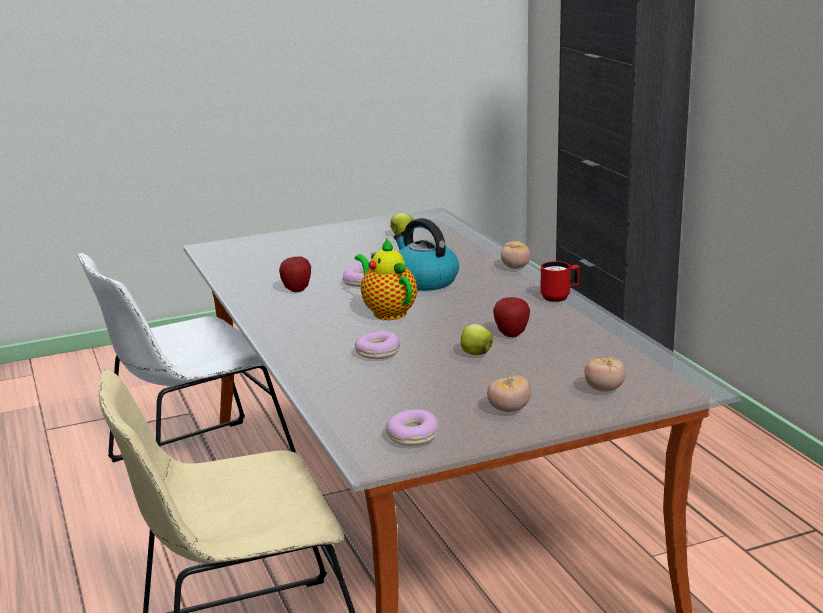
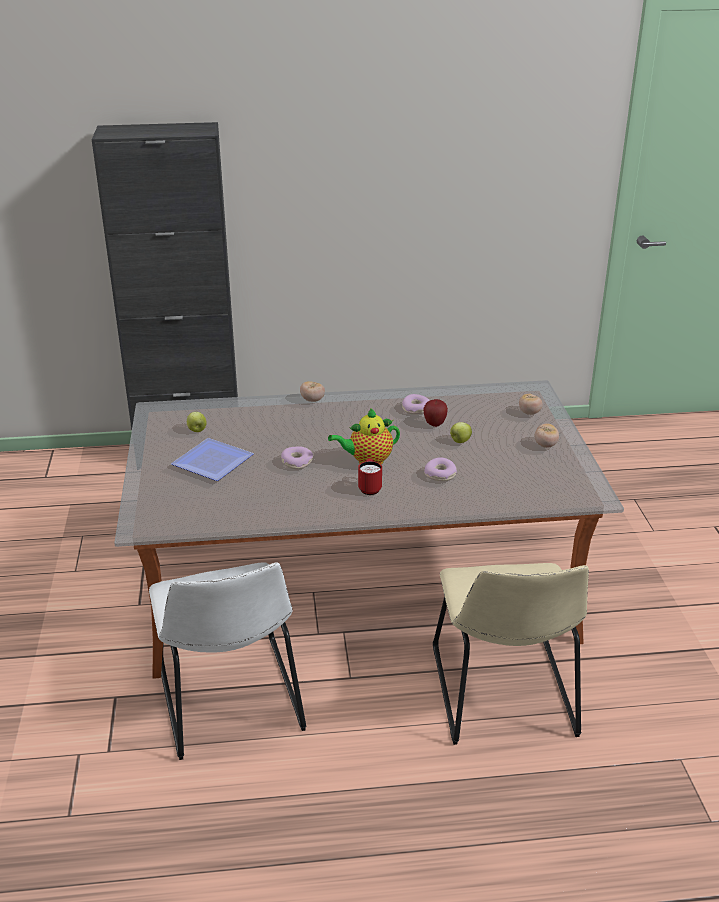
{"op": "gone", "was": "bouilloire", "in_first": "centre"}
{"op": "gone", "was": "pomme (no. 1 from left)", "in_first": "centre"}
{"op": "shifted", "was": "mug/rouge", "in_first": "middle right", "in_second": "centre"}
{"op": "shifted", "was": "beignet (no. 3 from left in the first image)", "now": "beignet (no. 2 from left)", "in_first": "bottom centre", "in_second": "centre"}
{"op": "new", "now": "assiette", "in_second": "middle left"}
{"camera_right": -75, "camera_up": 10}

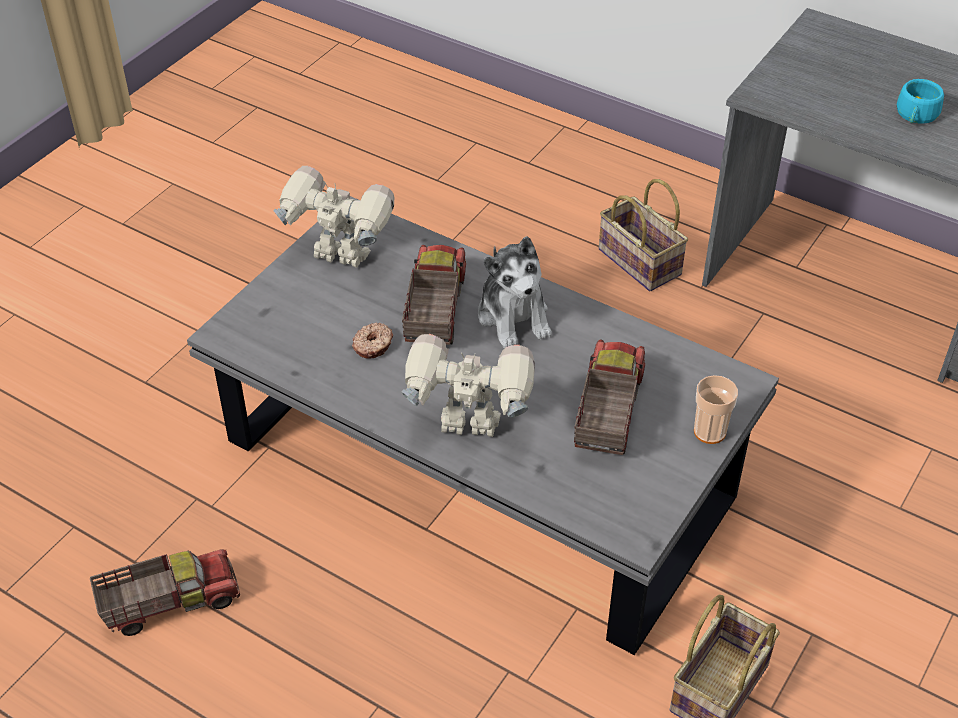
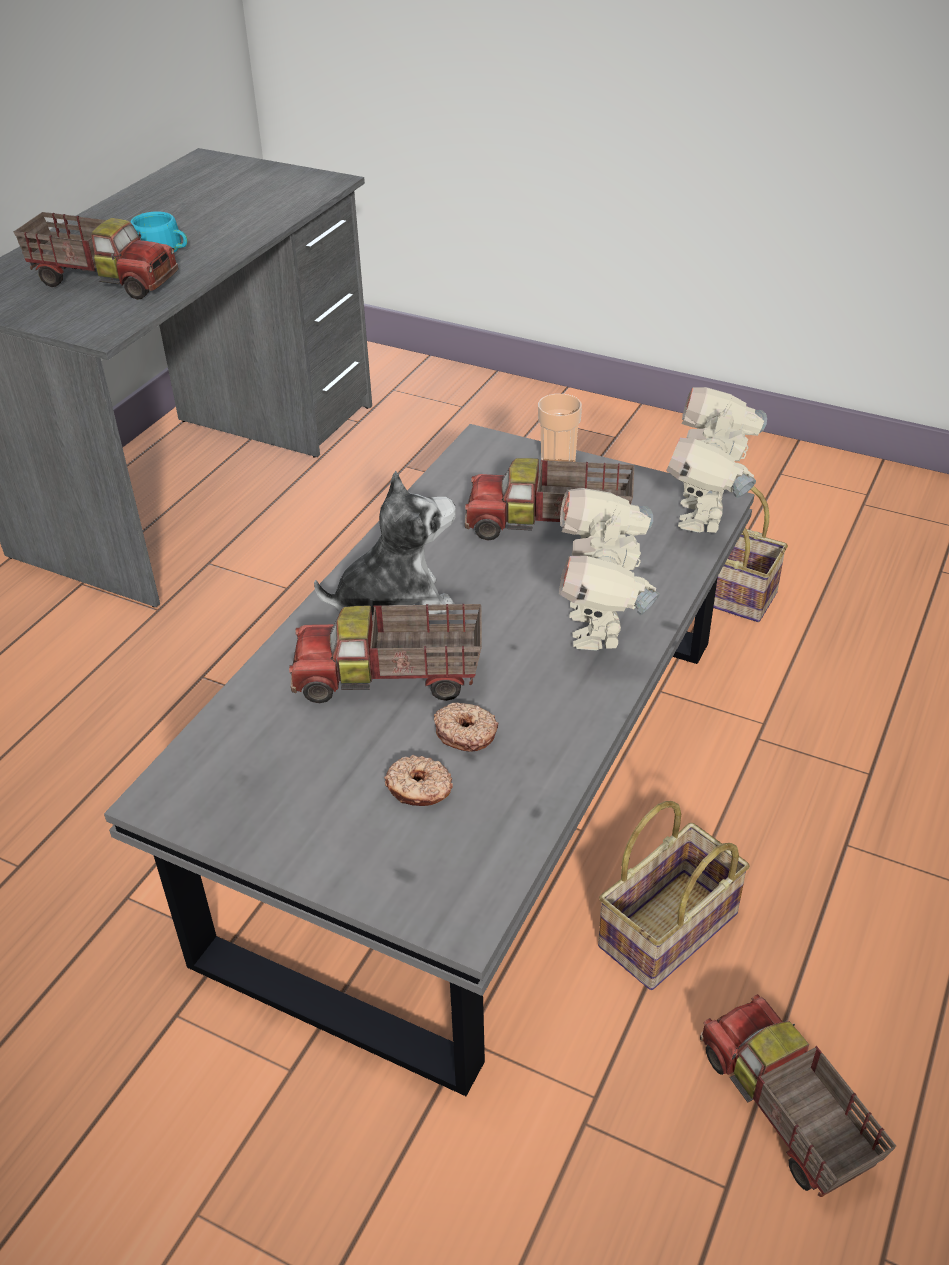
{"op": "shifted", "was": "robot jouet (no. 1 from left in the first image)", "now": "robot jouet (no. 2 from left)", "in_first": "top centre", "in_second": "middle right"}
{"op": "shifted", "was": "panier (no. 1 from left)", "in_first": "top right", "in_second": "bottom right"}
{"op": "new", "now": "camion jouet (no. 1 from left)", "in_second": "top left"}
{"op": "new", "now": "beignet (no. 1 from left)", "in_second": "centre"}
{"camera_right": -95, "camera_up": -5}

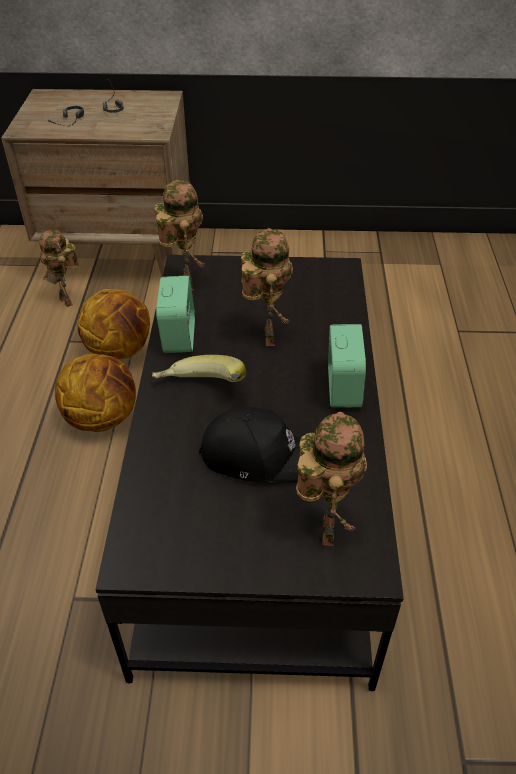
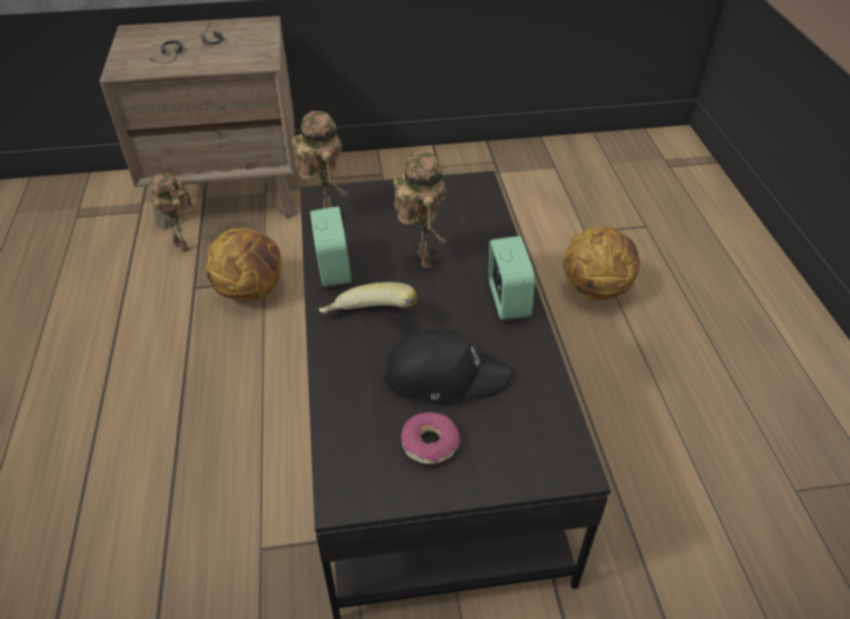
{"op": "shifted", "was": "ballon de basket (no. 1 from left in the first image)", "now": "ballon de basket (no. 2 from left)", "in_first": "middle left", "in_second": "middle right"}
{"op": "gone", "was": "robot jouet (no. 4 from left)", "in_first": "centre"}
{"op": "new", "now": "beignet", "in_second": "bottom centre"}
{"camera_right": -10, "camera_up": 0}

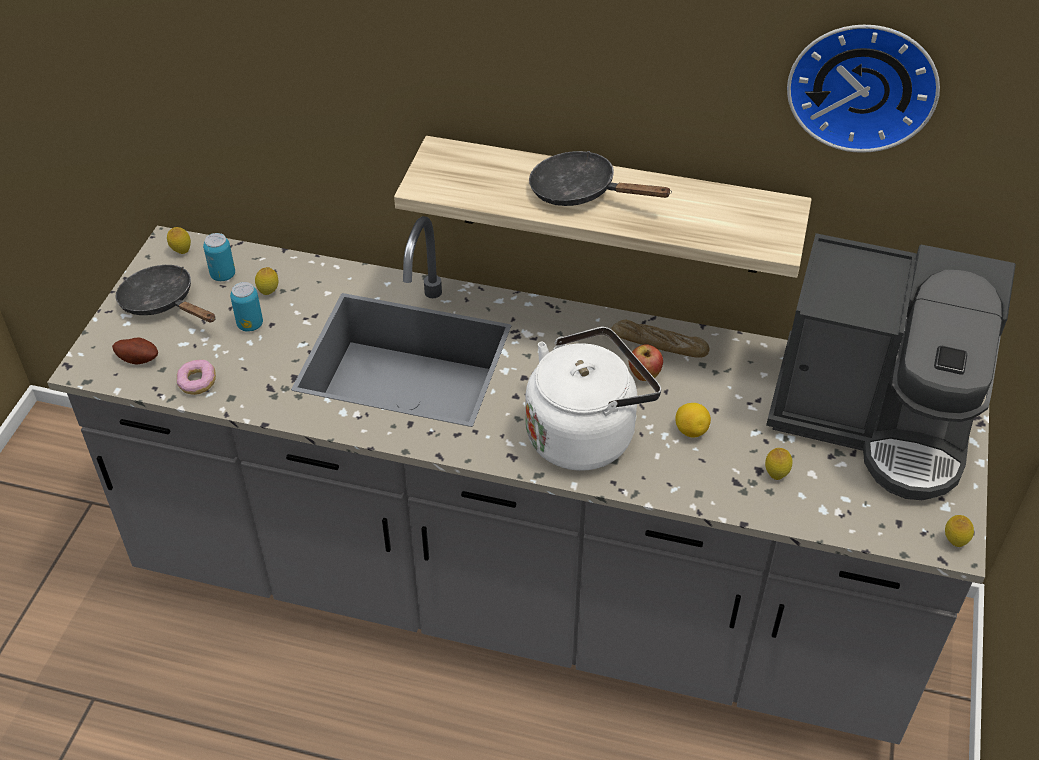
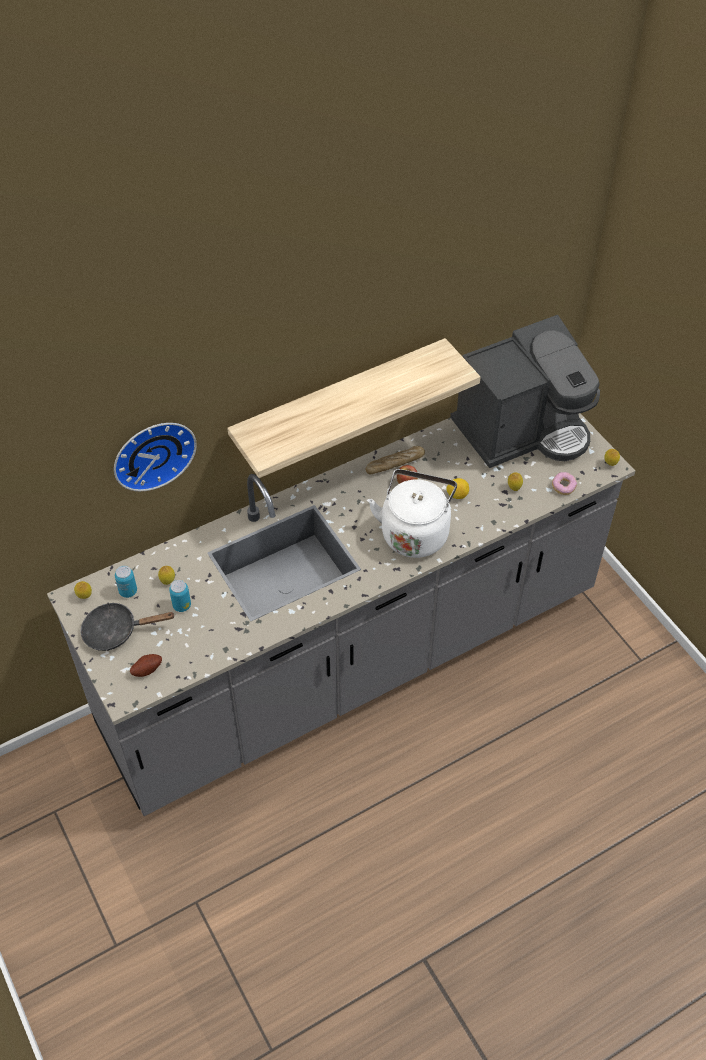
{"op": "shifted", "was": "horloge murale", "in_first": "top right", "in_second": "middle left"}
{"op": "gone", "was": "poêle/noir (no. 2 from left)", "in_first": "top centre"}
{"op": "shifted", "was": "beignet", "in_first": "middle left", "in_second": "middle right"}
{"camera_right": -45, "camera_up": 5}

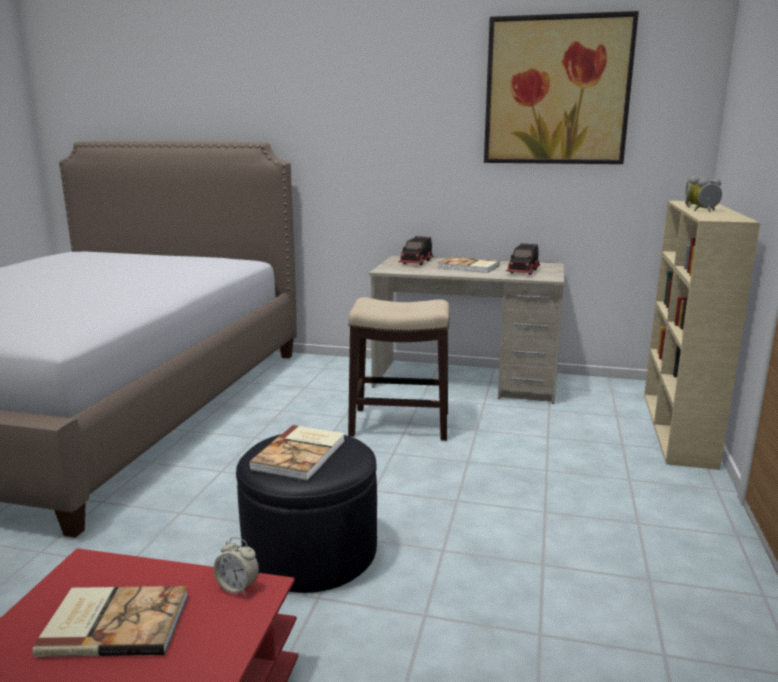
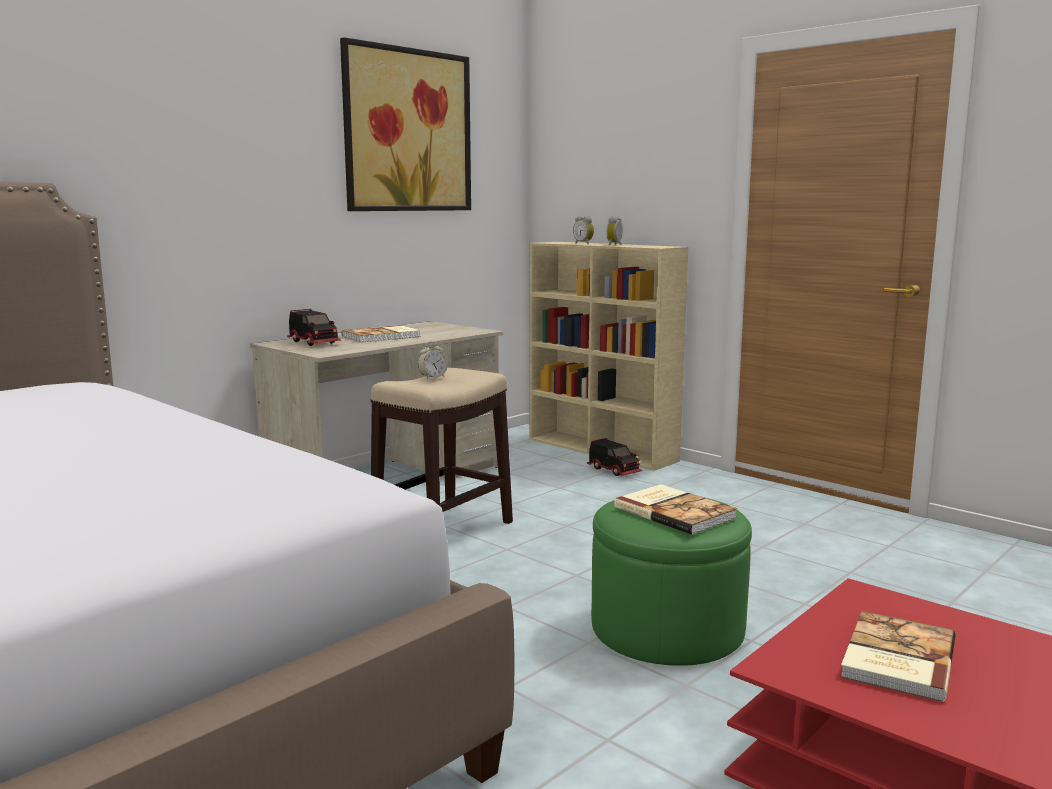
{"op": "shifted", "was": "camion jouet (no. 2 from left)", "in_first": "middle right", "in_second": "centre"}
{"op": "repainted", "was": "pouf/noir", "now": "pouf/vert", "in_first": "bottom centre", "in_second": "bottom centre"}
{"op": "shifted", "was": "réveil (no. 1 from left)", "in_first": "bottom left", "in_second": "centre"}
{"camera_right": -60, "camera_up": -5}

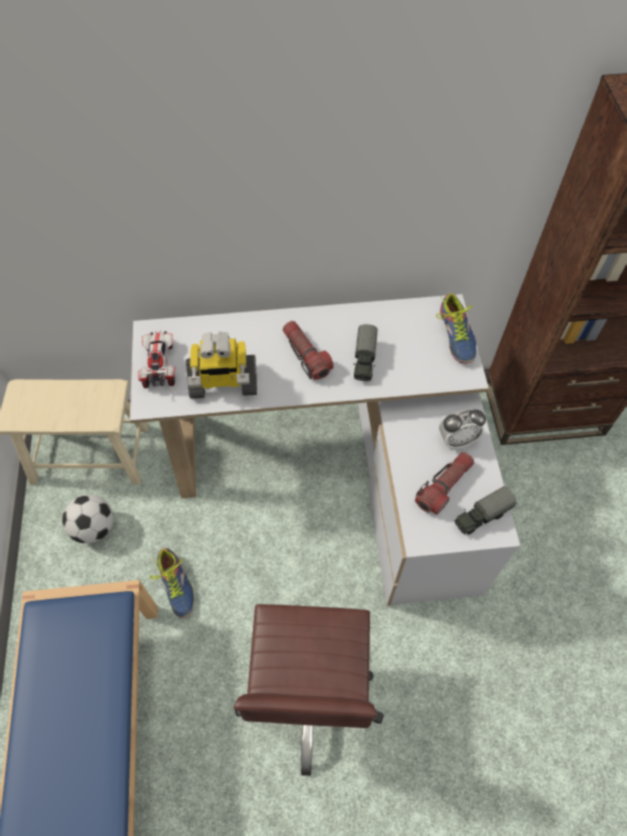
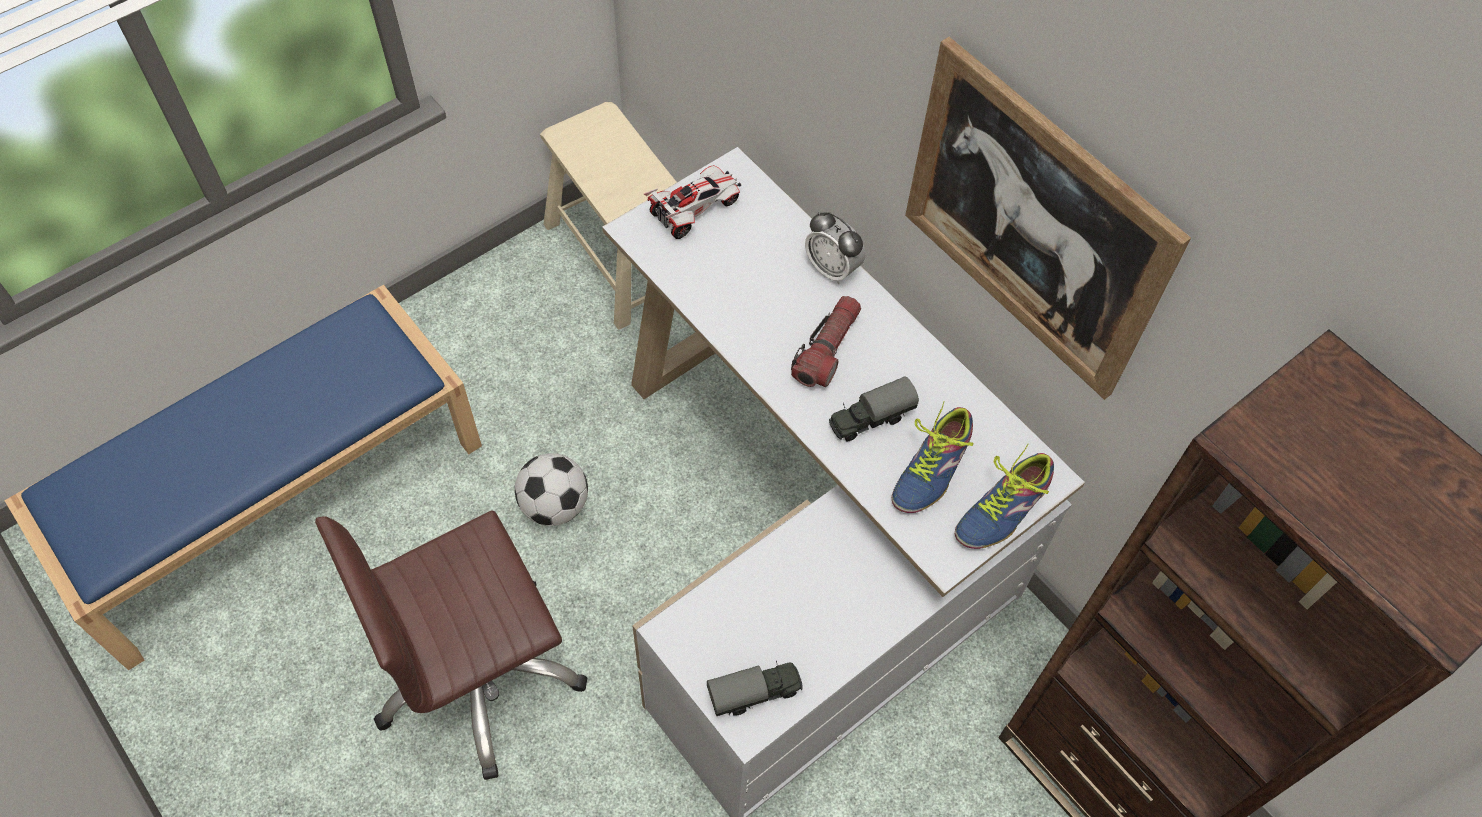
{"op": "gone", "was": "robot jouet", "in_first": "centre"}
{"op": "shifted", "was": "réveil", "in_first": "middle right", "in_second": "top centre"}
{"op": "gone", "was": "lampe de poche (no. 2 from left)", "in_first": "middle right"}
{"op": "rotated", "was": "camion jouet (no. 2 from left in the first image)", "in_first": "middle right", "in_second": "bottom centre", "clockwise": 135}
{"op": "shifted", "was": "ballon de foot", "in_first": "middle left", "in_second": "centre"}
{"op": "shifted", "was": "chaussure (no. 1 from left)", "in_first": "bottom left", "in_second": "centre"}
{"op": "new", "now": "tableau", "in_second": "top right"}
{"camera_right": 55, "camera_up": 0}

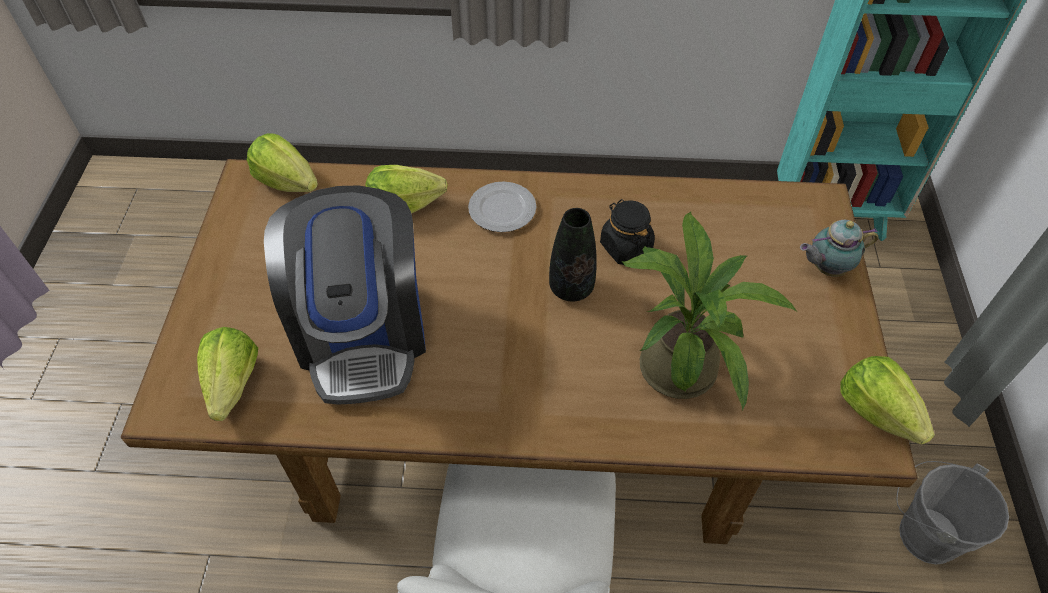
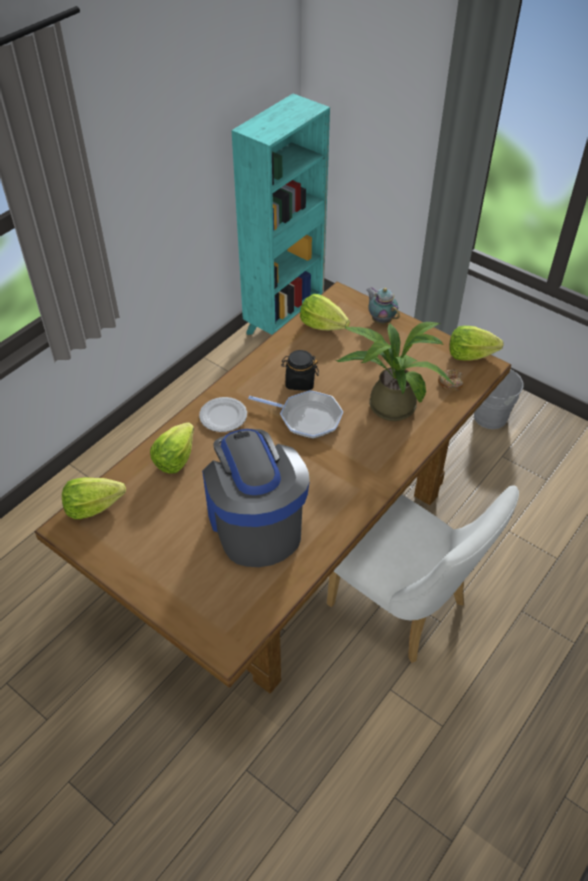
{"op": "rotated", "was": "machine à café", "in_first": "middle left", "in_second": "centre", "clockwise": -135}
{"op": "swapped", "was": "vase/noir", "now": "poêle", "in_first": "centre", "in_second": "centre"}
{"op": "rotated", "was": "théière", "in_first": "middle right", "in_second": "centre", "clockwise": 120}
{"op": "shifted", "was": "laitue (no. 1 from left in the first image)", "now": "laitue (no. 3 from left)", "in_first": "middle left", "in_second": "centre"}
{"op": "new", "now": "beignet", "in_second": "middle right"}
{"camera_right": -55, "camera_up": -5}

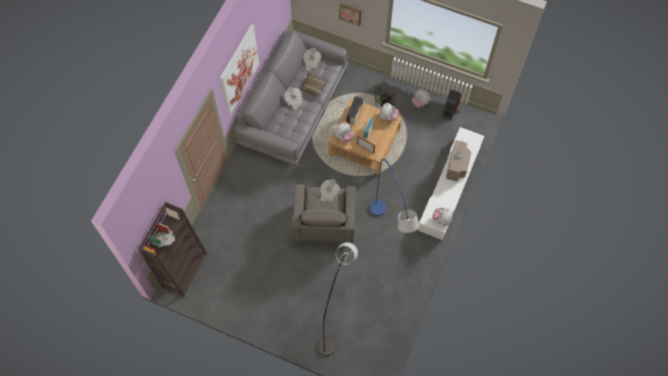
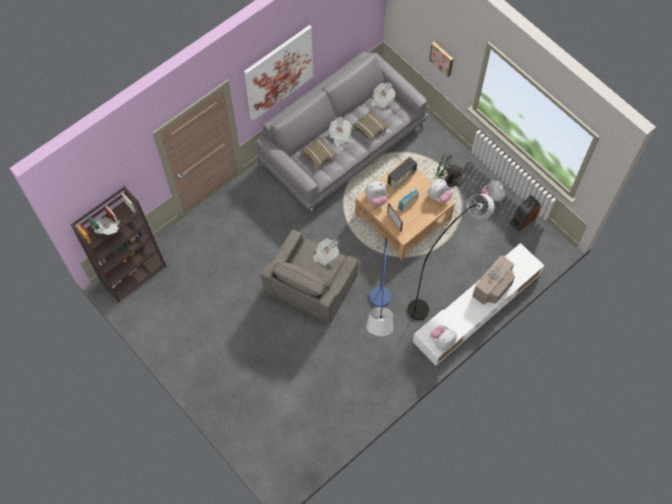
{"op": "shifted", "was": "lampadaire/gris", "in_first": "bottom centre", "in_second": "middle right"}
{"op": "new", "now": "coussin (no. 1 from left)", "in_second": "top centre"}
{"camera_right": 25, "camera_up": 0}

